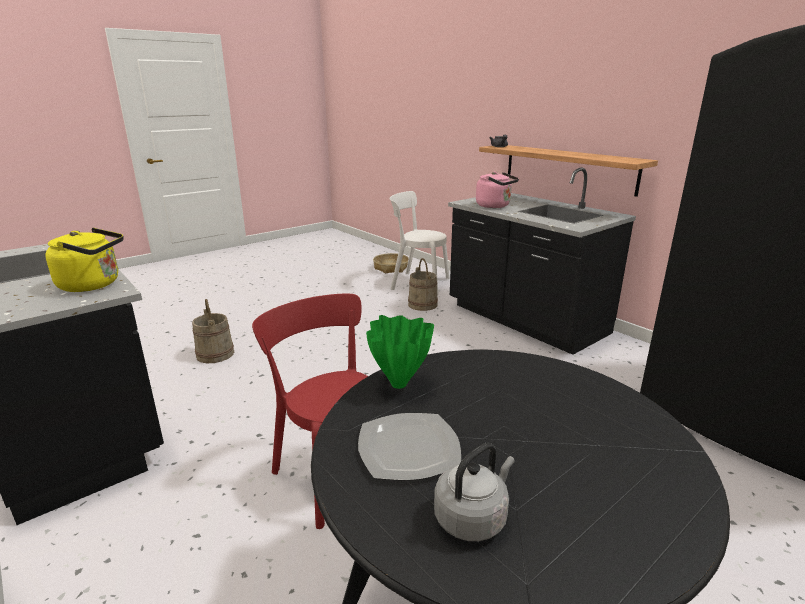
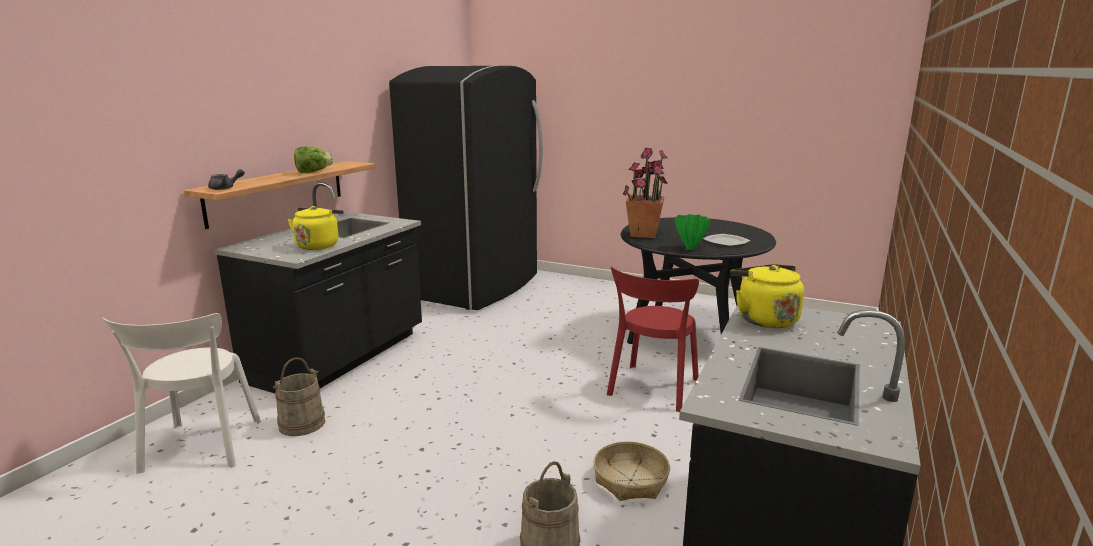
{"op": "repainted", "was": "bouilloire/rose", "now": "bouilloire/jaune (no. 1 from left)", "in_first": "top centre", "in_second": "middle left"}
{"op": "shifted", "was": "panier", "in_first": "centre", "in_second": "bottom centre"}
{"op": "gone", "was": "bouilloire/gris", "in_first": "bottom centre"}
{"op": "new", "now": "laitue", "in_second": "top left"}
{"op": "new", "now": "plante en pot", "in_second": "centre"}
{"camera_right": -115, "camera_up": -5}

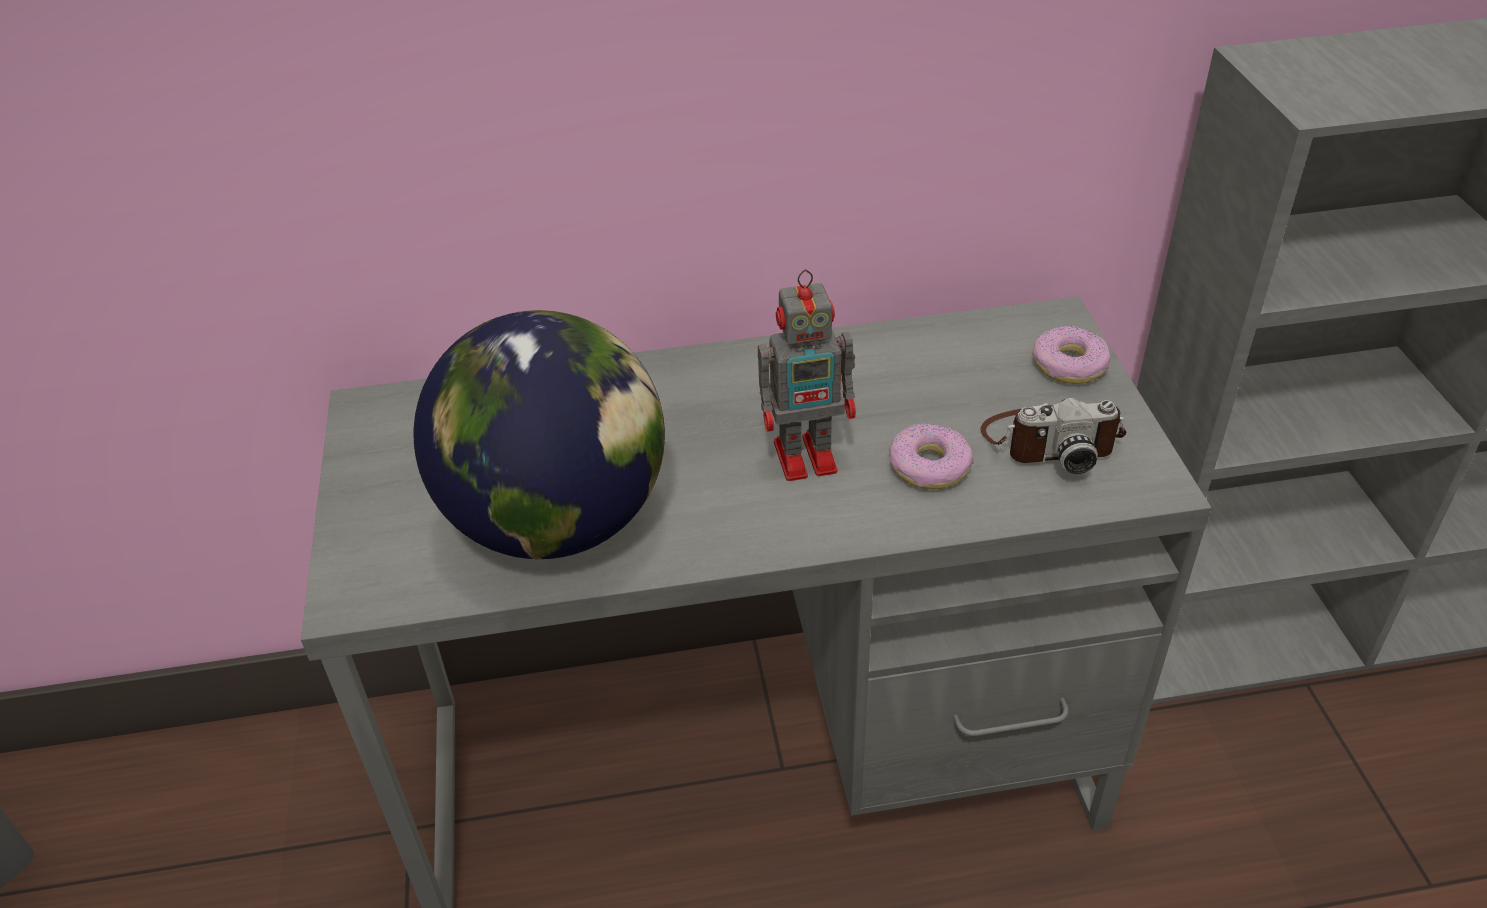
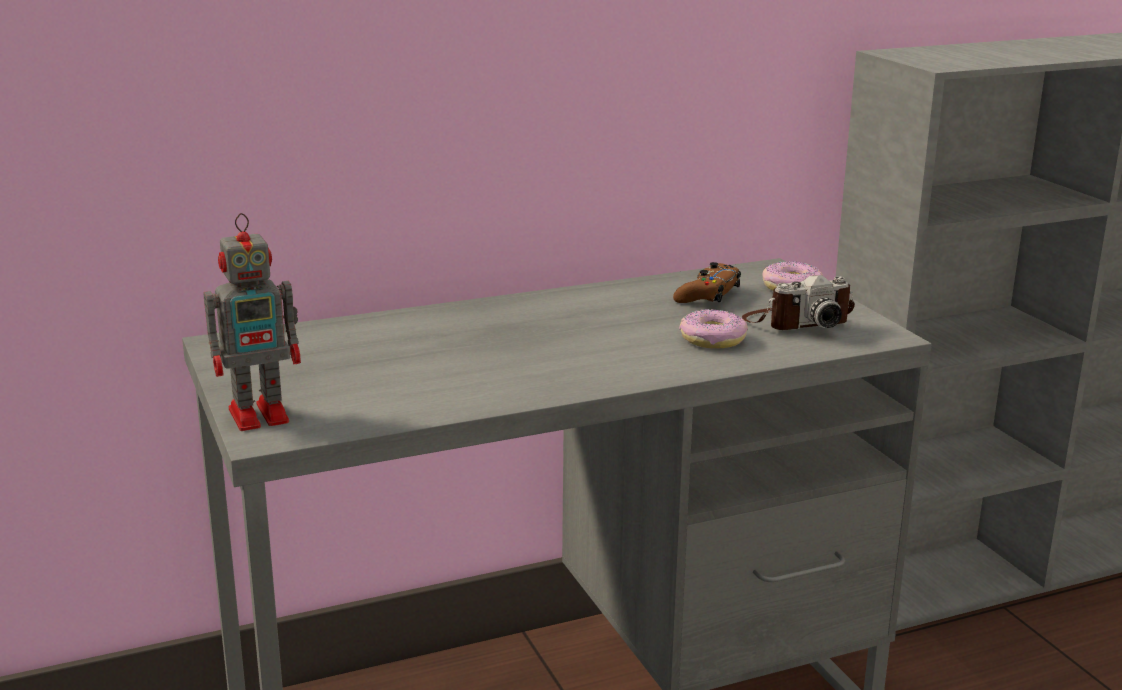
{"op": "shifted", "was": "robot jouet", "in_first": "centre", "in_second": "middle left"}
{"op": "gone", "was": "globe", "in_first": "centre"}
{"op": "new", "now": "manette/marron", "in_second": "centre"}
{"camera_right": -15, "camera_up": -20}

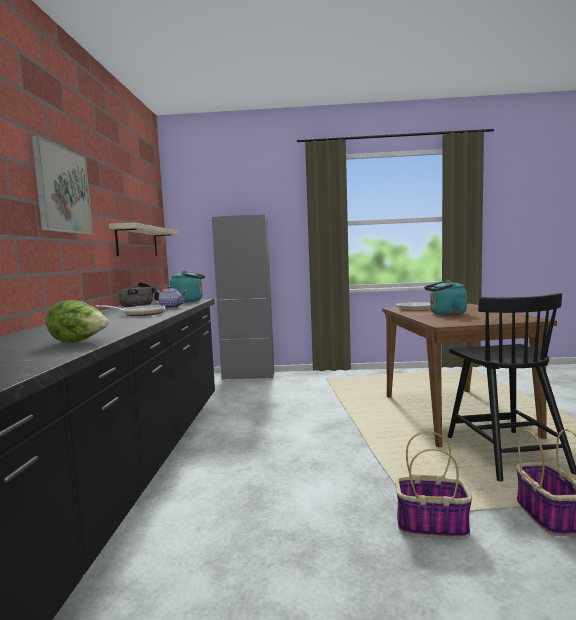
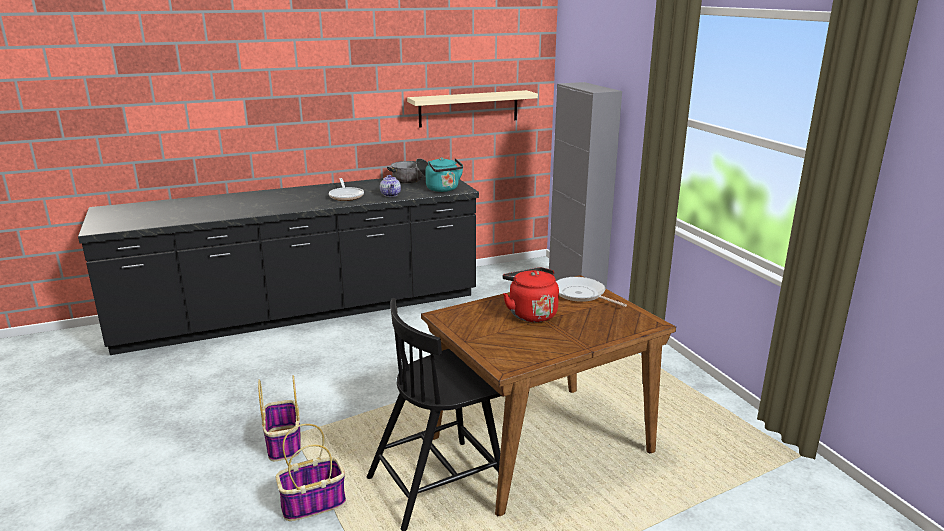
{"op": "gone", "was": "tableau", "in_first": "top left"}
{"op": "repainted", "was": "bouilloire/turquoise (no. 2 from left)", "now": "bouilloire/rouge", "in_first": "middle right", "in_second": "centre"}
{"op": "gone", "was": "laitue", "in_first": "middle left"}
{"camera_right": 65, "camera_up": 15}

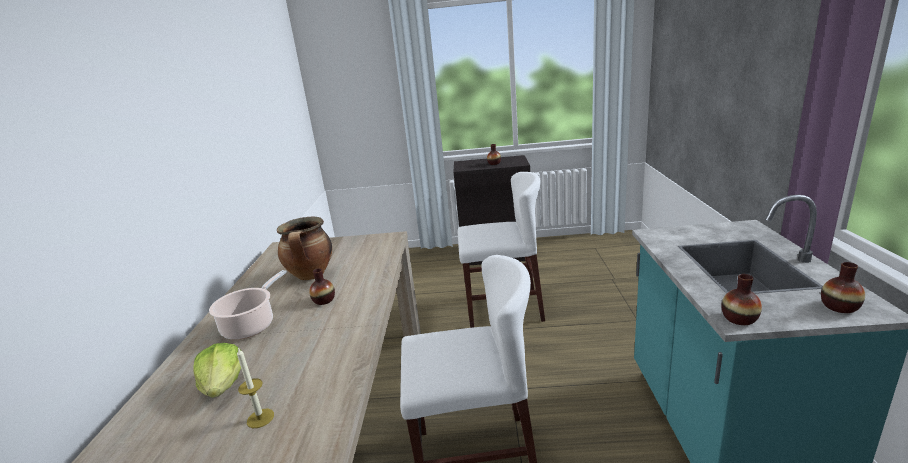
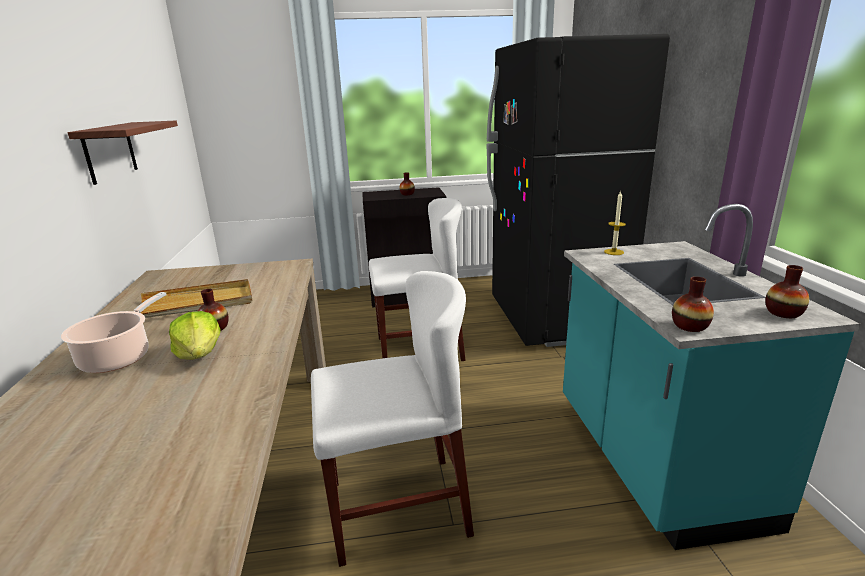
{"op": "swapped", "was": "marmite (no. 2 from left)", "now": "plateau/beige", "in_first": "centre", "in_second": "middle left"}
{"op": "shifted", "was": "laitue", "in_first": "bottom left", "in_second": "middle left"}
{"op": "shifted", "was": "bougie", "in_first": "bottom left", "in_second": "middle right"}
{"op": "new", "now": "réfrigérateur/noir", "in_second": "top right"}
{"op": "new", "now": "étagère", "in_second": "top left"}
{"camera_right": -10, "camera_up": 0}

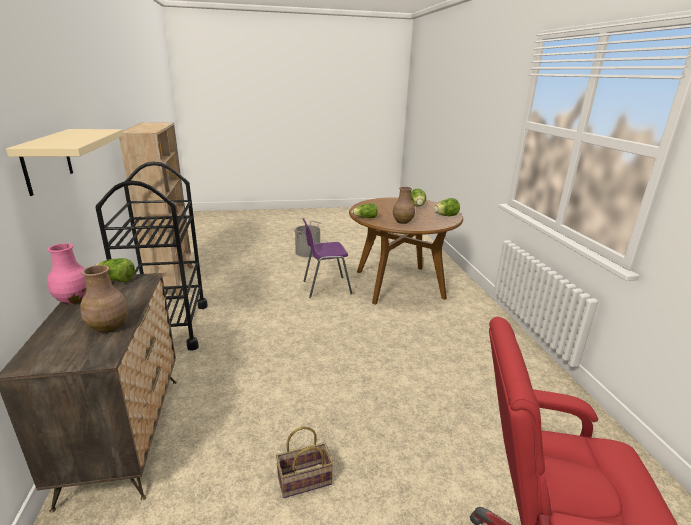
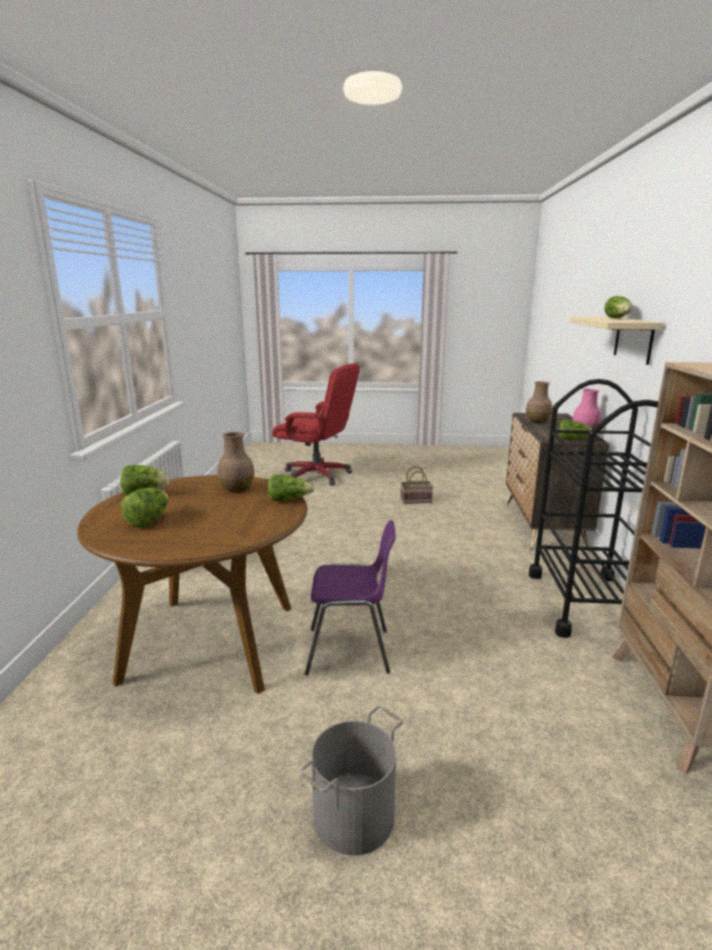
{"op": "new", "now": "laitue (no. 5 from left)", "in_second": "top right"}
{"camera_right": -165, "camera_up": -5}

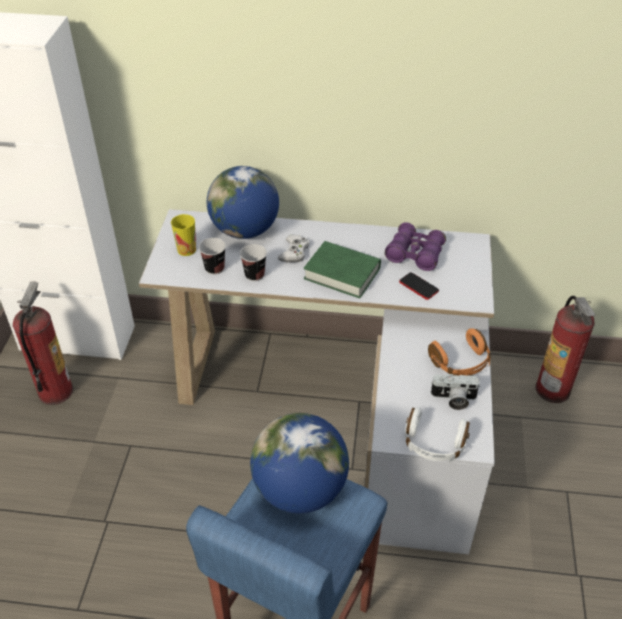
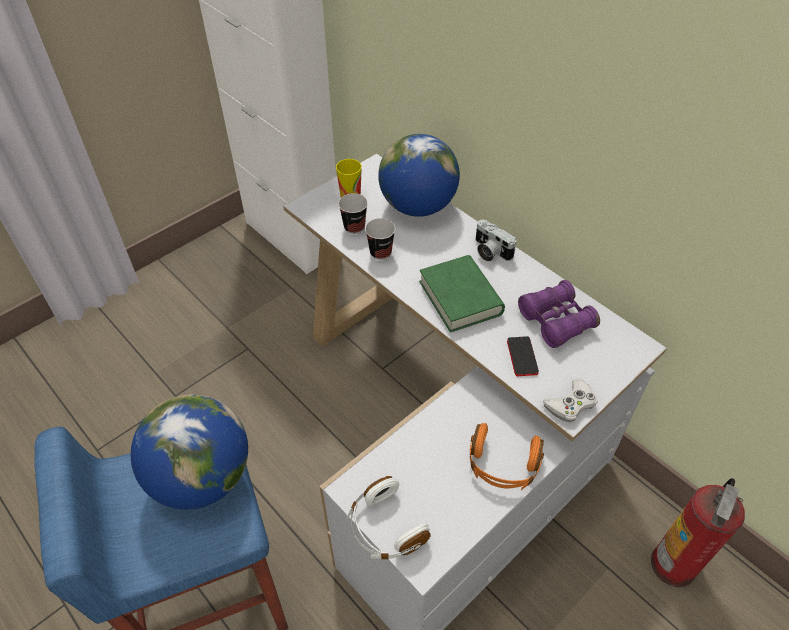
{"op": "shifted", "was": "manette/blanc", "in_first": "centre", "in_second": "middle right"}
{"op": "gone", "was": "extincteur (no. 1 from left)", "in_first": "middle left"}
{"op": "shifted", "was": "appareil photo", "in_first": "middle right", "in_second": "centre"}
{"camera_right": 40, "camera_up": 5}

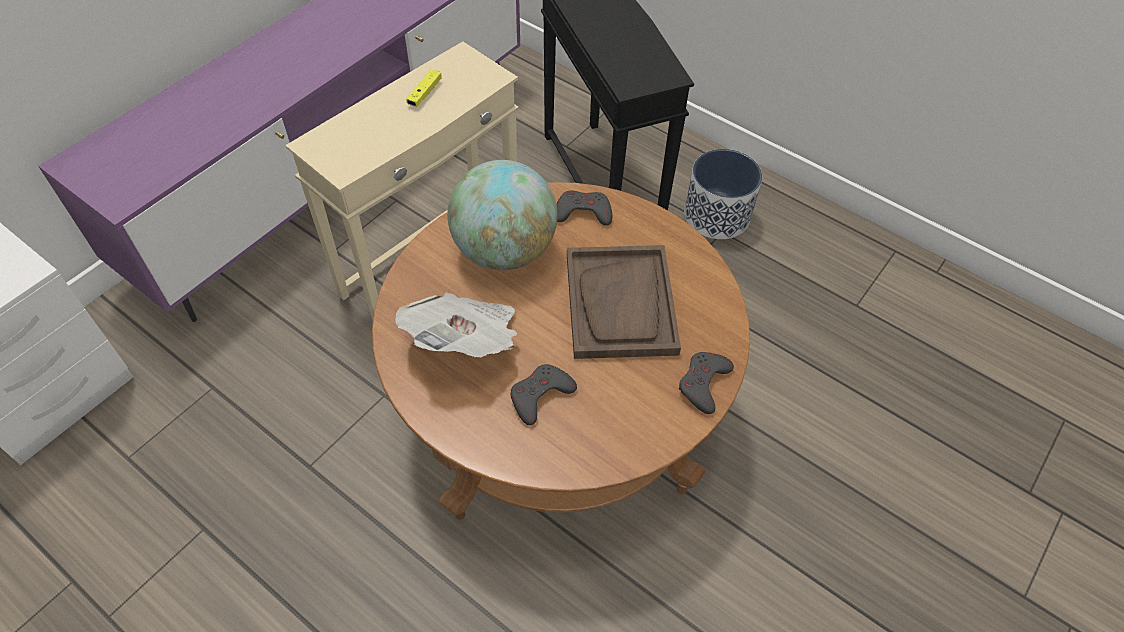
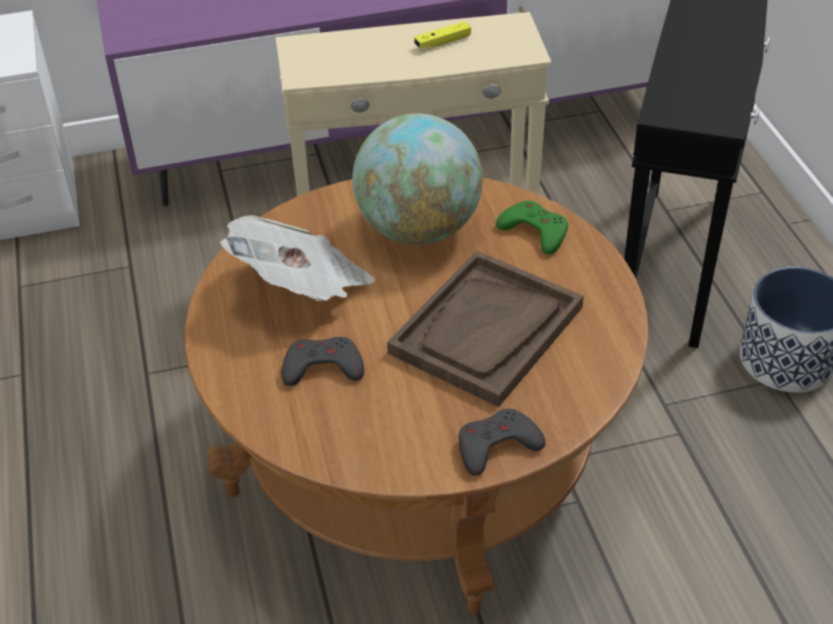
{"op": "repainted", "was": "manette/gris (no. 2 from left)", "now": "manette/vert", "in_first": "top centre", "in_second": "centre"}
{"camera_right": 40, "camera_up": -10}

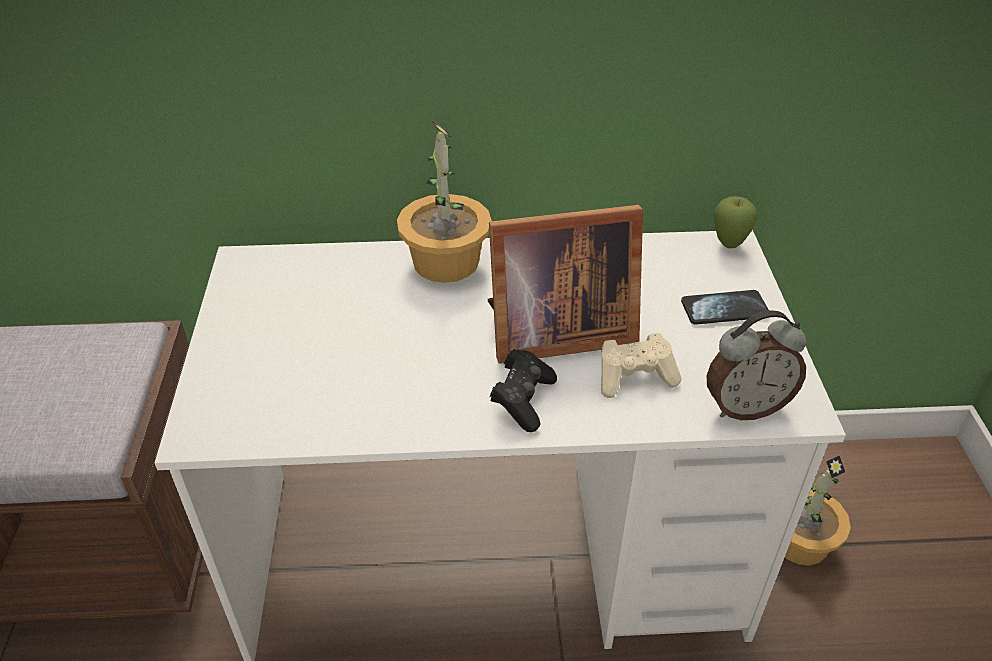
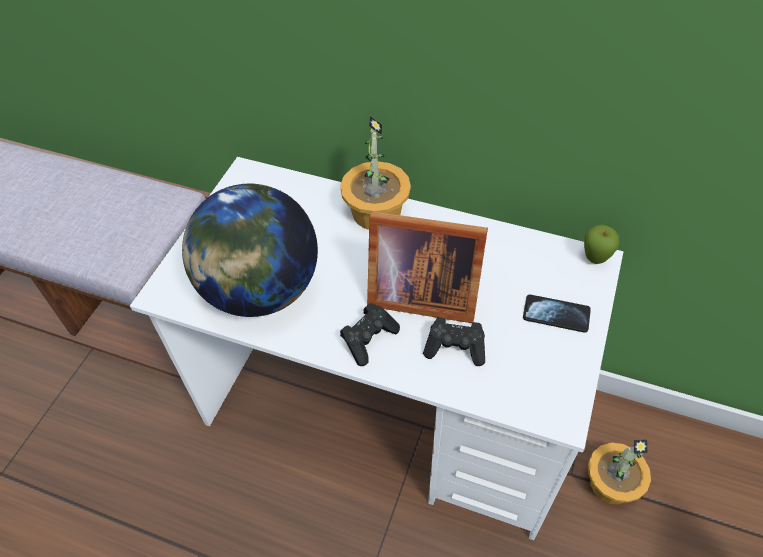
{"op": "gone", "was": "réveil", "in_first": "middle right"}
{"op": "repainted", "was": "manette/beige", "now": "manette/noir (no. 2 from left)", "in_first": "centre", "in_second": "centre"}
{"op": "new", "now": "globe", "in_second": "middle left"}
{"camera_right": 25, "camera_up": 10}

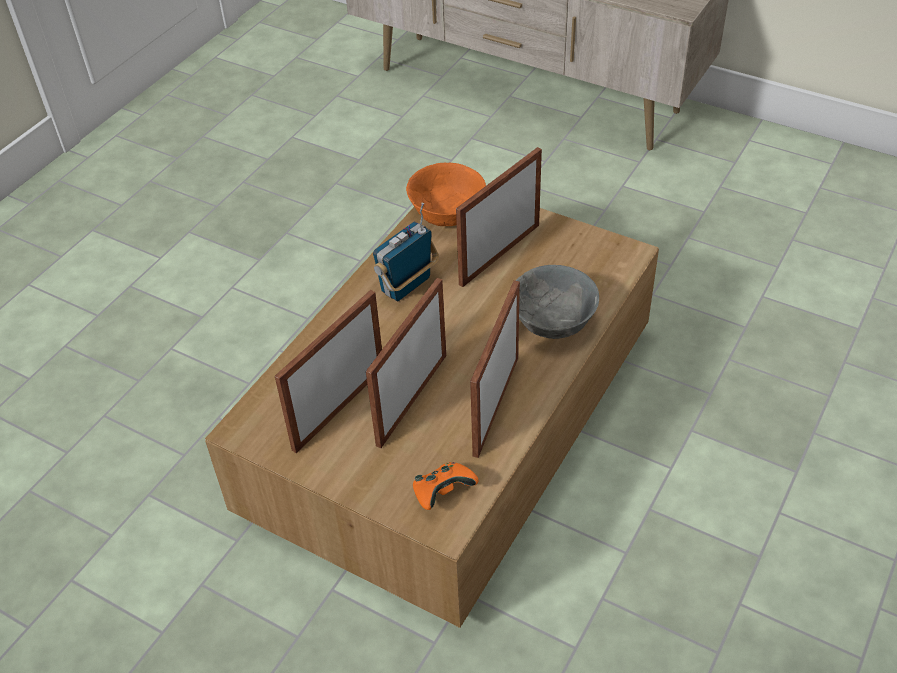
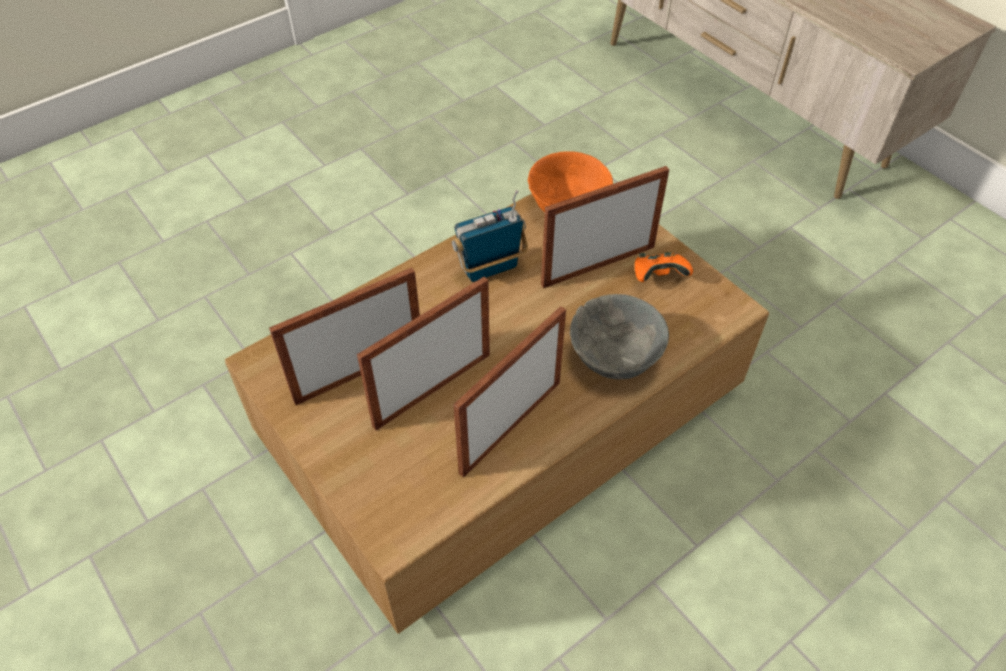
{"op": "shifted", "was": "manette/orange", "in_first": "bottom centre", "in_second": "centre"}
{"camera_right": 20, "camera_up": 5}

